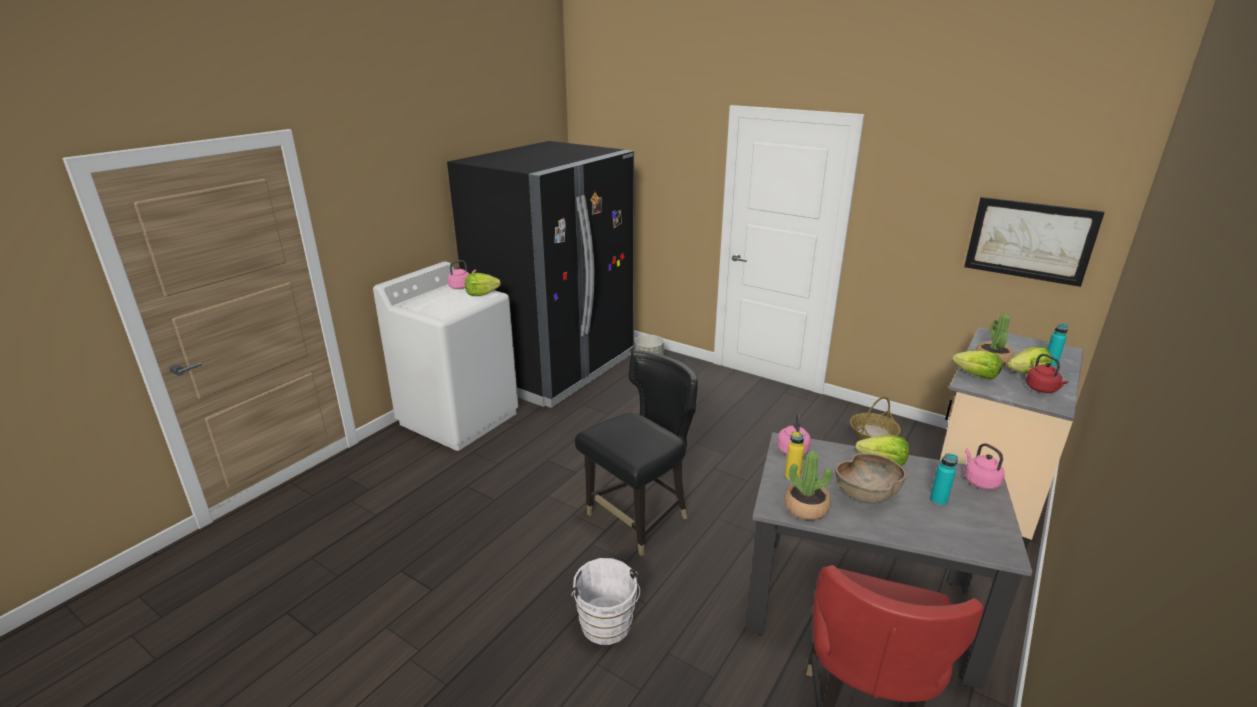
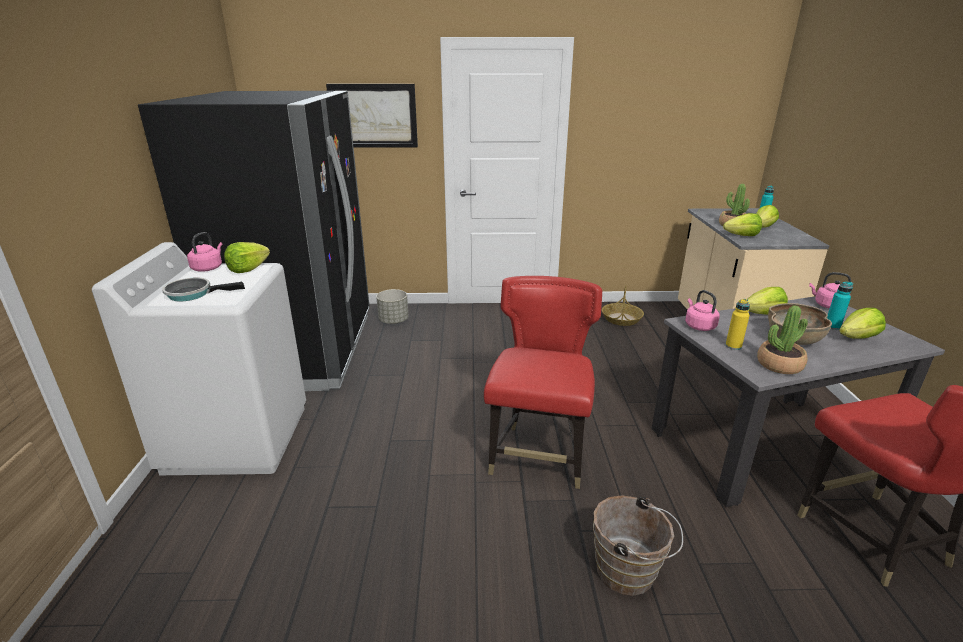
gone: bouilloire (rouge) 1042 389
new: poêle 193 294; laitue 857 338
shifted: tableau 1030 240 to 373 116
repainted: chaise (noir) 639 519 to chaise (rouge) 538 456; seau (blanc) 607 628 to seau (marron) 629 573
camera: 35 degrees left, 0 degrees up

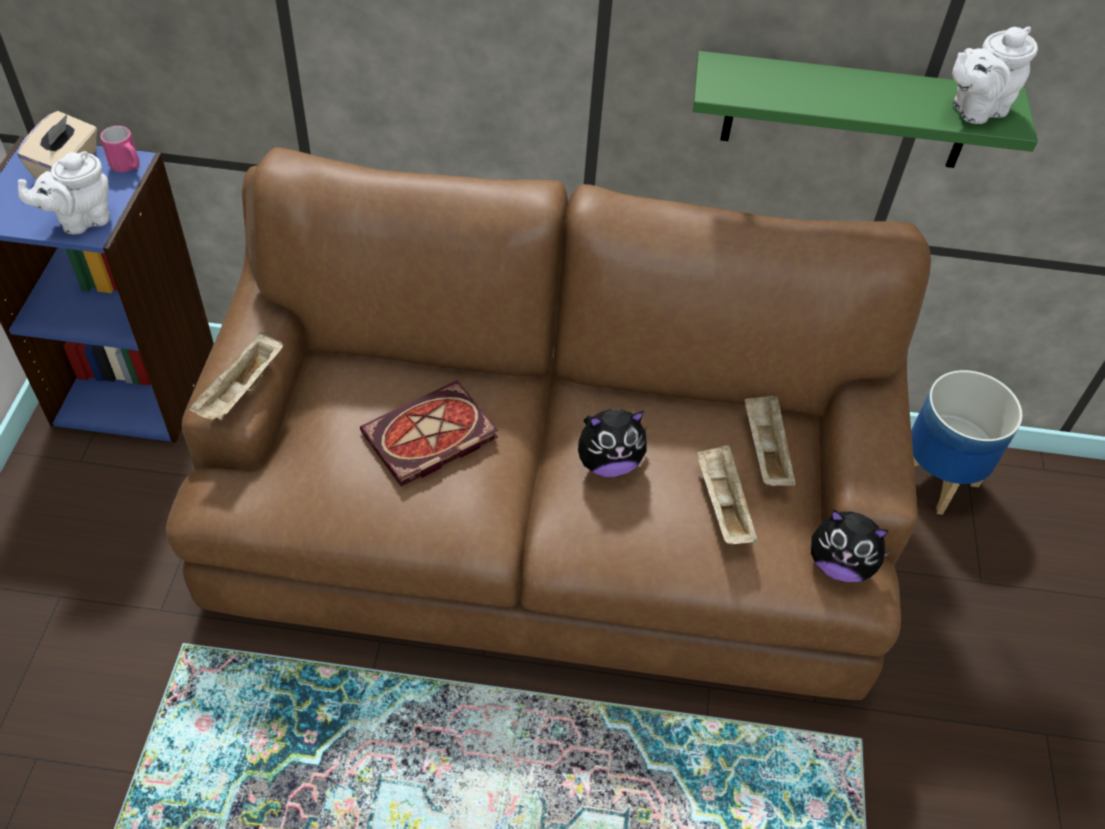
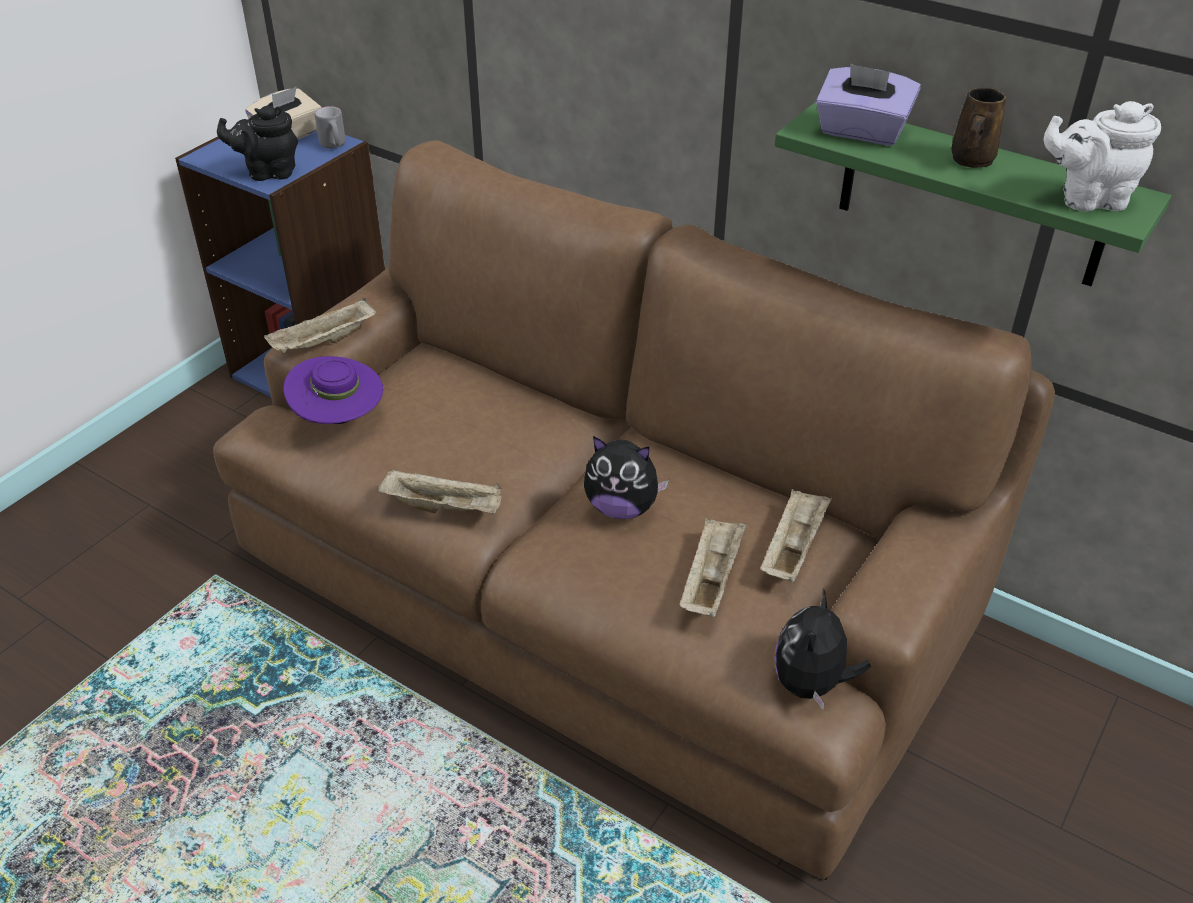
gone: cache-pot 936 478; livre 428 438
new: boîte à mouchoirs (violet) 861 132; mug (marron) 971 161; chapeau (violet) 339 418; plateau (beige) 445 507
repainted: mug (rose) 128 167 to mug (gris) 334 146; théière (blanc) 81 220 to théière (noir) 268 172
rotated: peluche 839 564 = 811 684 60 degrees clockwise
camera: 30 degrees right, 10 degrees down

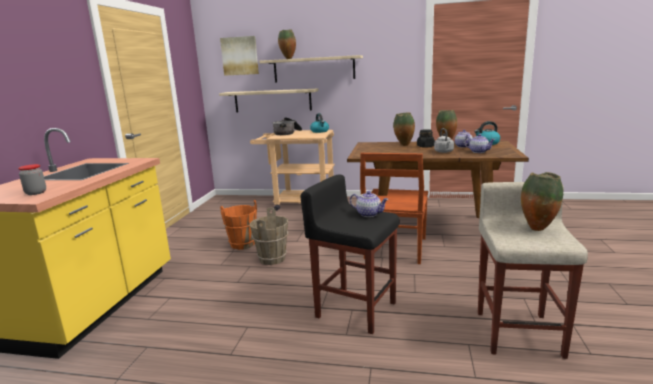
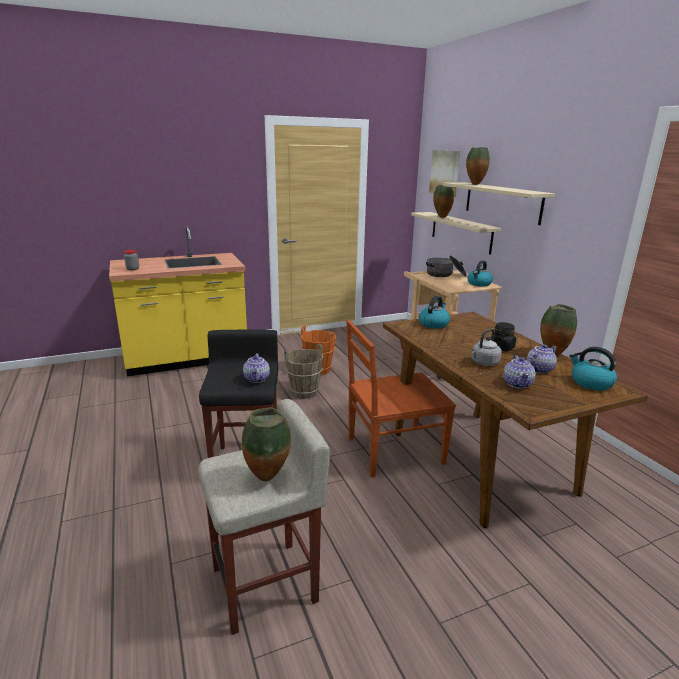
new: bouilloire 433 324
shifted: vase 404 145 to 441 217
camera: 55 degrees right, 5 degrees up

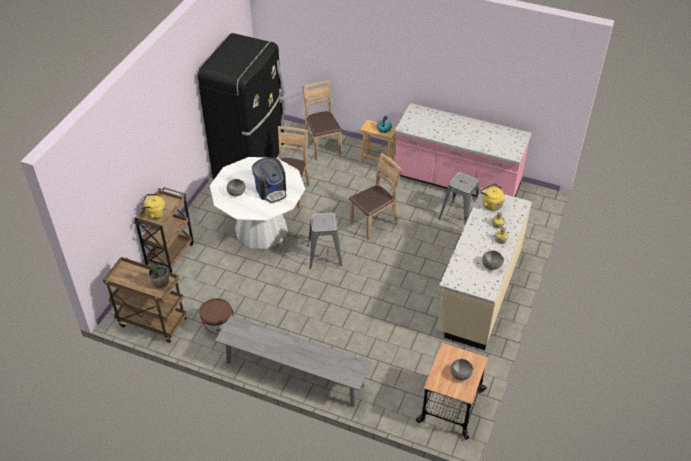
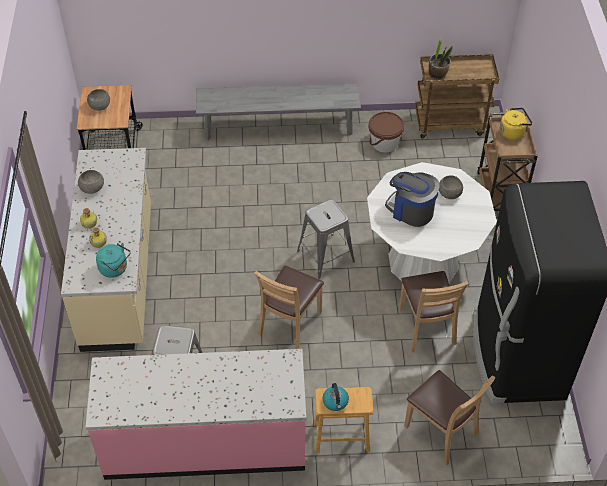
repainted: bouilloire (jaune) 491 204 to bouilloire (turquoise) 115 269
camera: 155 degrees right, 5 degrees up

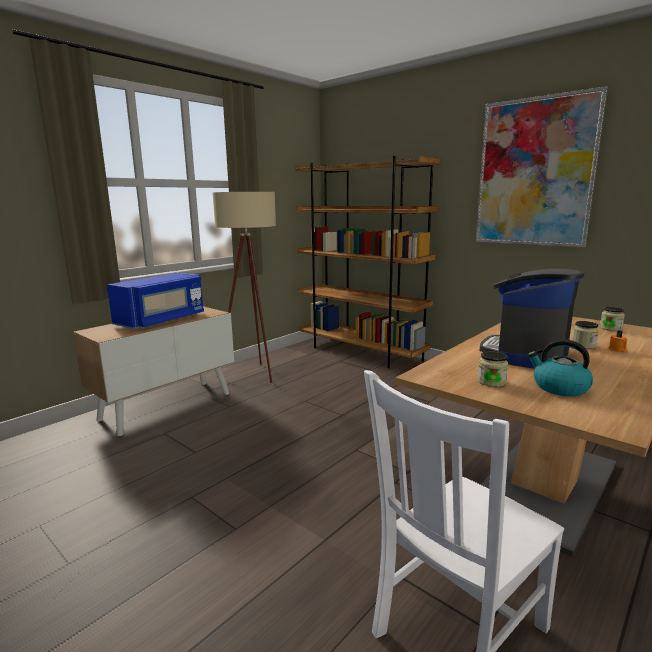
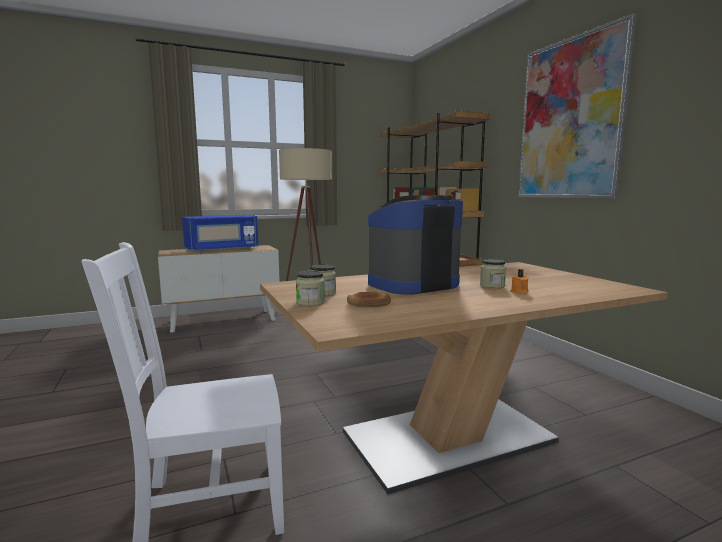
shifted: bocal 610 328 to 310 302
swapped: bouilloire 559 387 to pain 369 303
camera: 25 degrees right, 5 degrees down

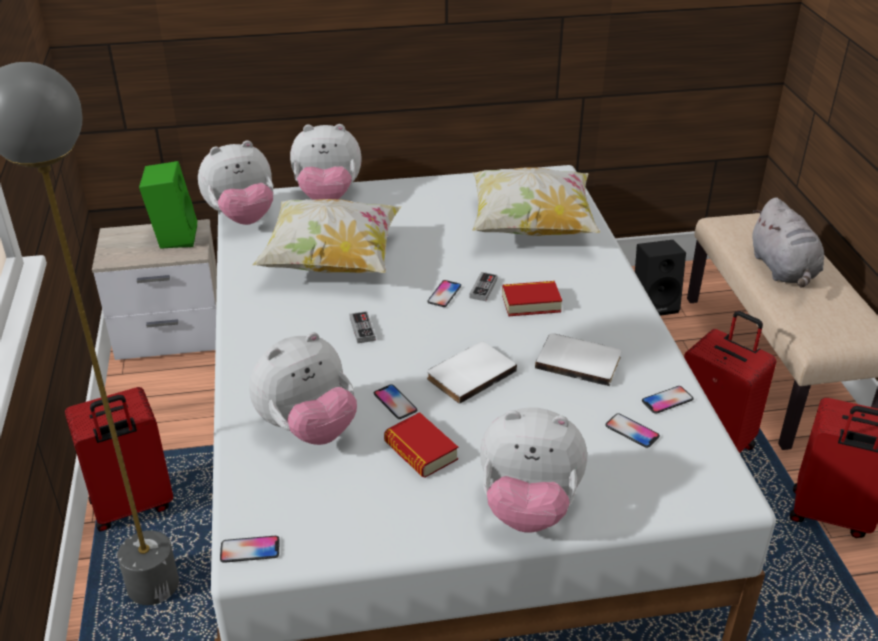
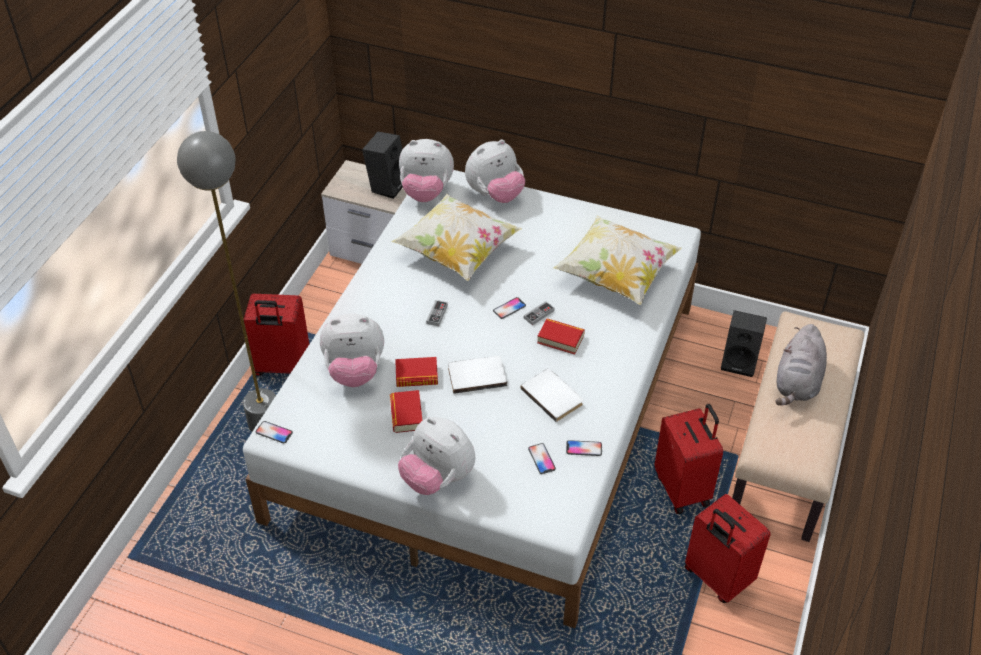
swapped: téléphone 395 402 to livre 416 376
repainted: enceinte (vert) 174 236 to enceinte (noir) 387 185
rotated: peluche 328 197 = 495 195 60 degrees counterclockwise
camera: 30 degrees right, 10 degrees up

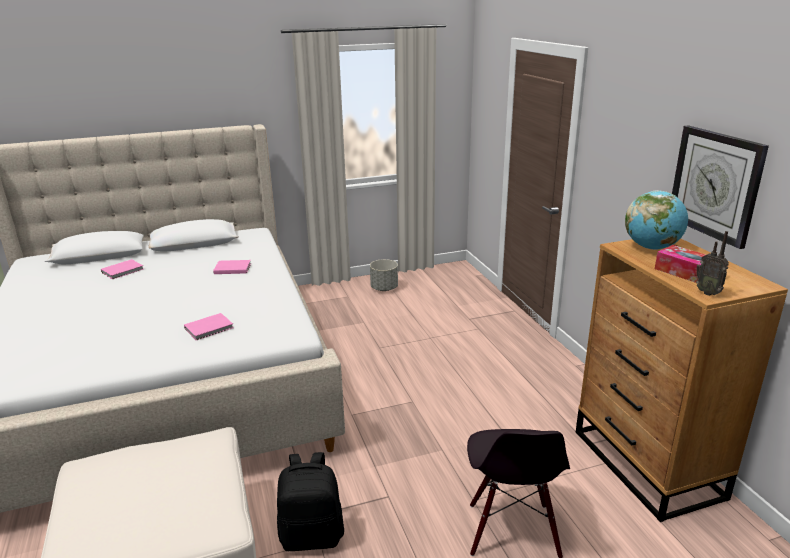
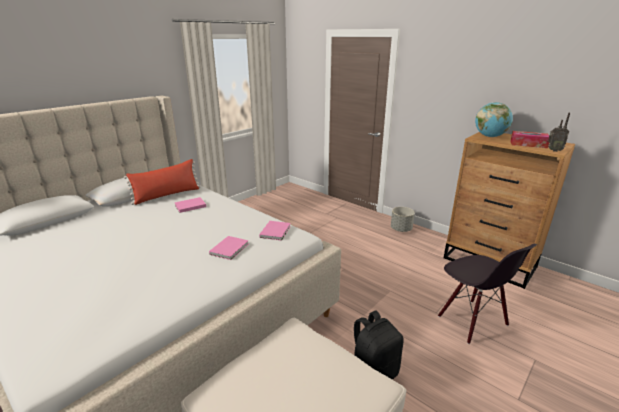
gone: horloge murale 715 184
new: coussin (rouge) 167 195
shifted: livre (rose) 124 270 to 276 231; cache-pot (gris) 384 288 to 401 229
camera: 30 degrees left, 0 degrees up

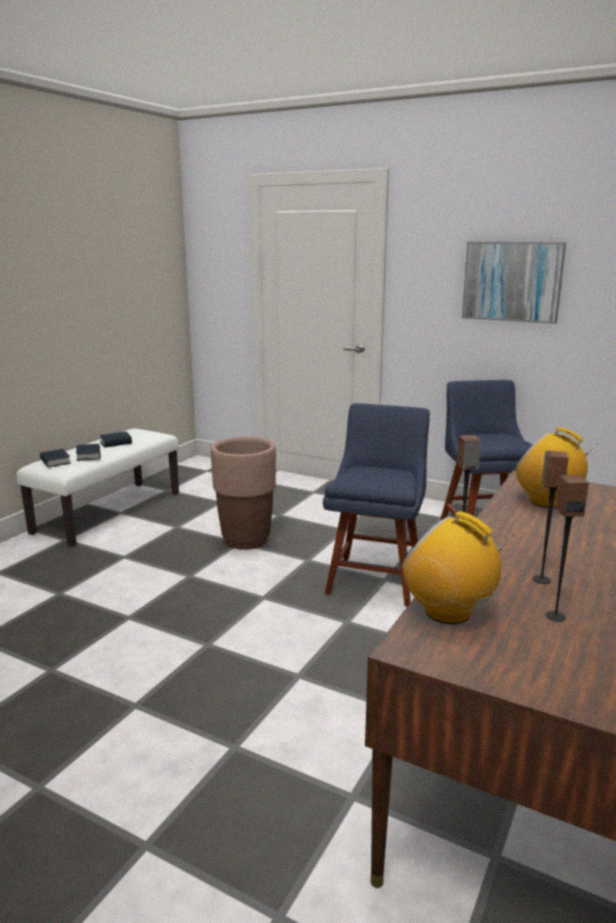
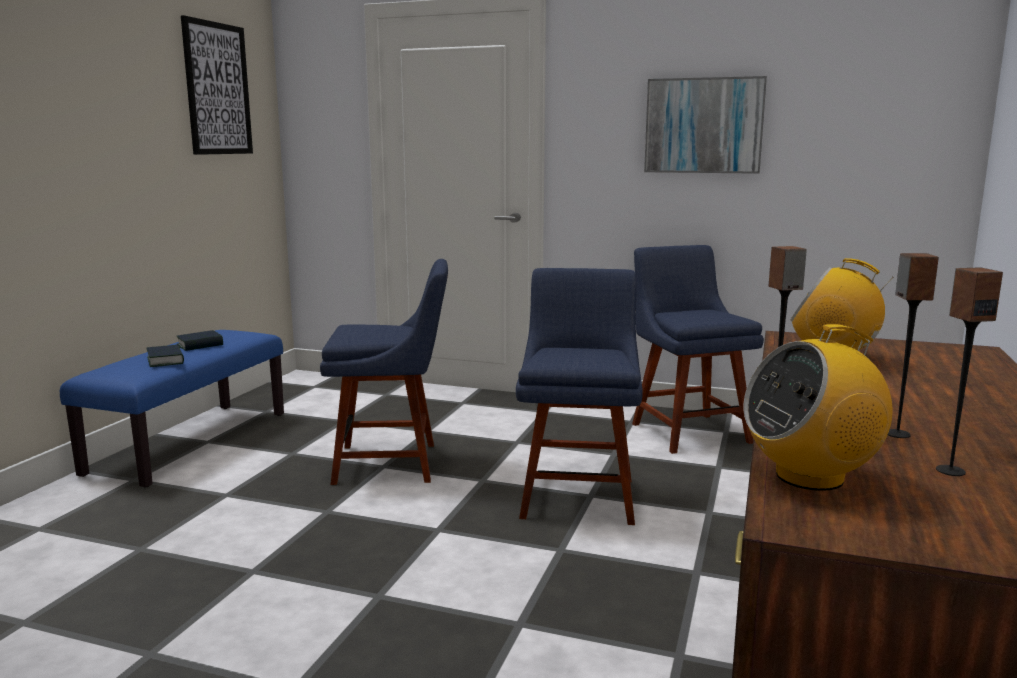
gone: livre 55 462
new: tableau 217 89
swapped: cache-pot (marron) 246 540 to chaise (bleu) 392 463
repainted: banc (blanc) 108 512 to banc (bleu) 190 442
rotated: radio 448 612 = 810 476 45 degrees counterclockwise
camera: 10 degrees left, 5 degrees down

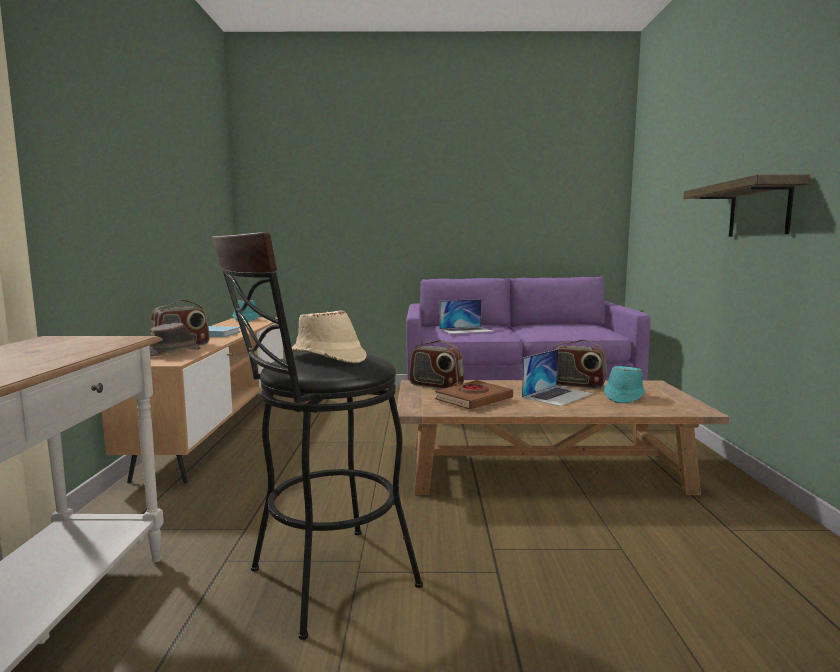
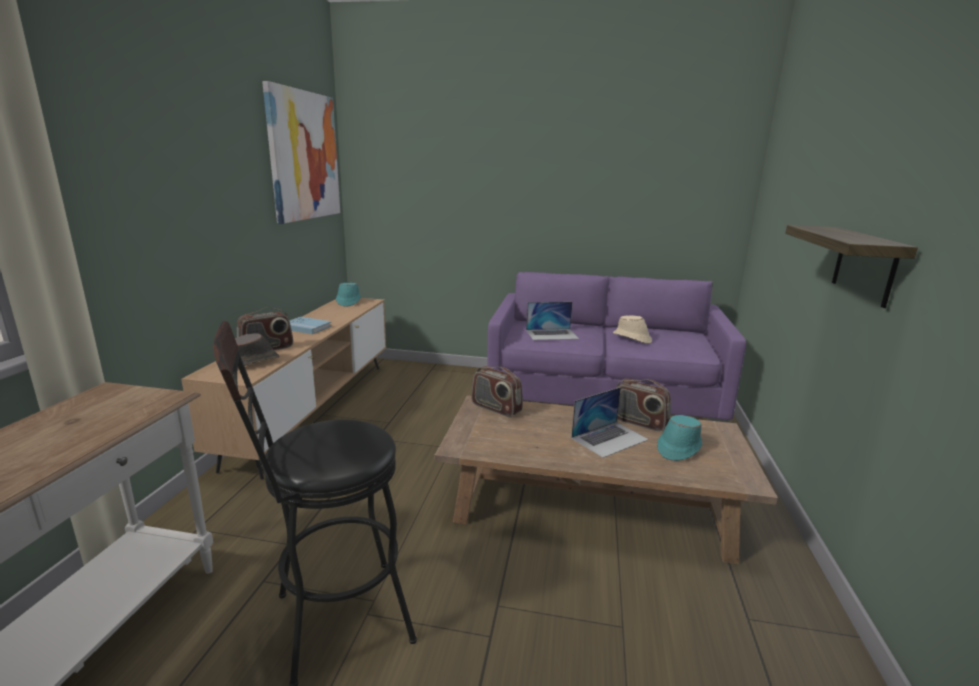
gone: livre (marron) 473 400
new: tableau 304 156
shifted: chapeau (beige) 328 357 to 632 338
camera: 10 degrees right, 10 degrees up

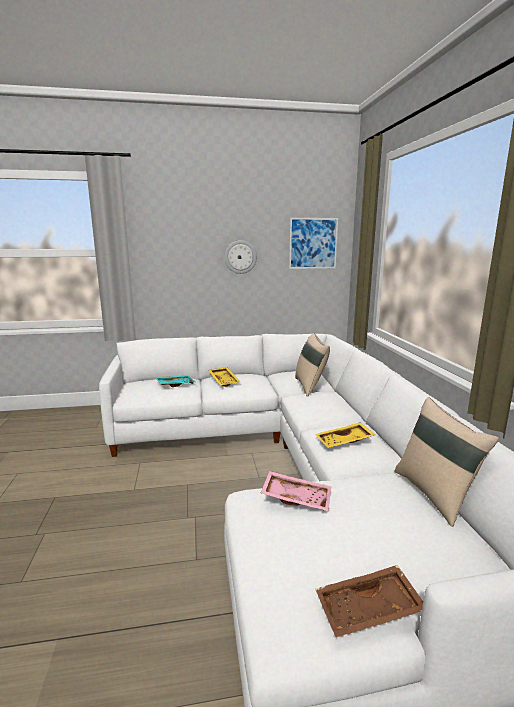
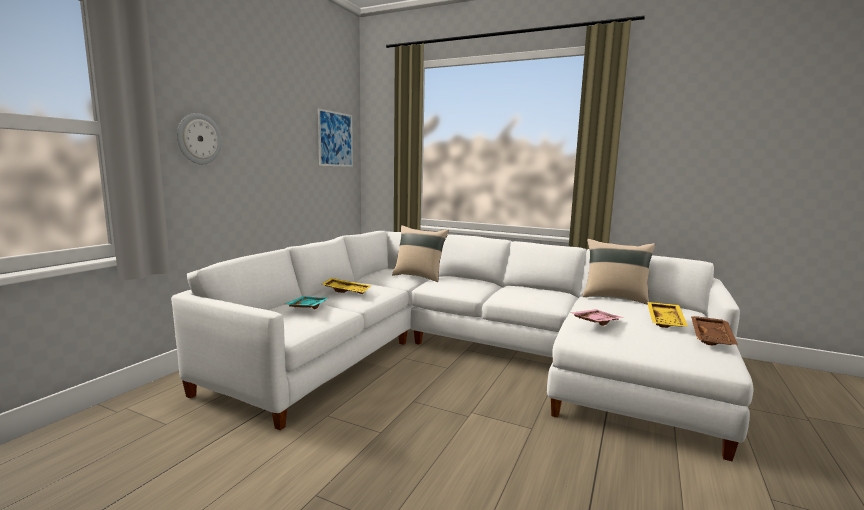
shifted: horloge murale 240 257 to 199 139; plateau (jaune) 344 442 to 666 321
camera: 55 degrees left, 5 degrees down

